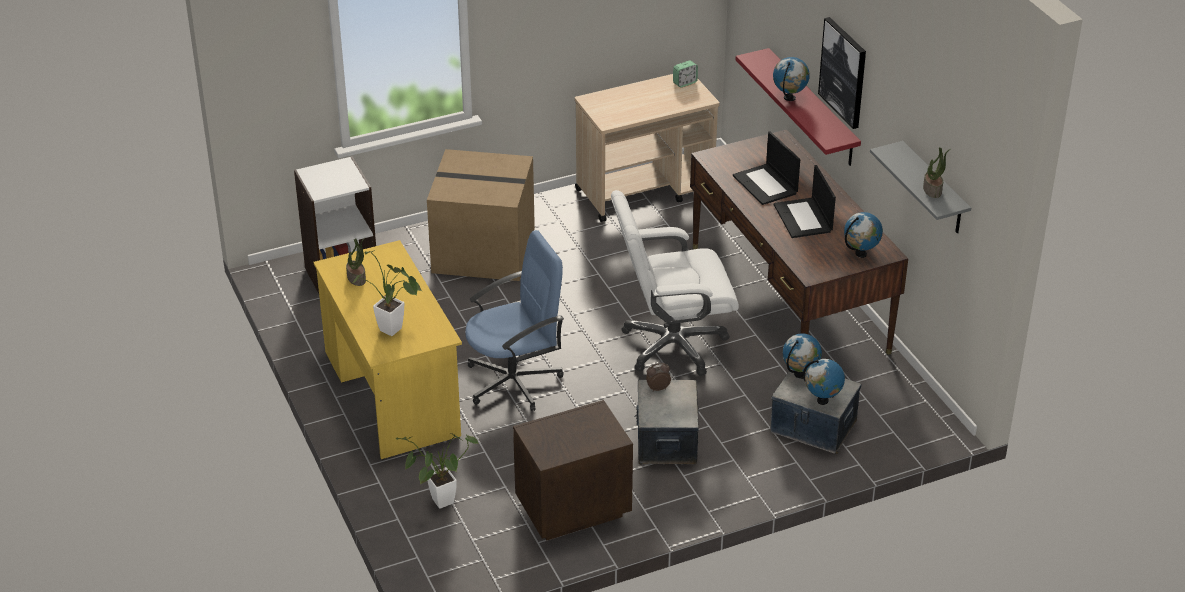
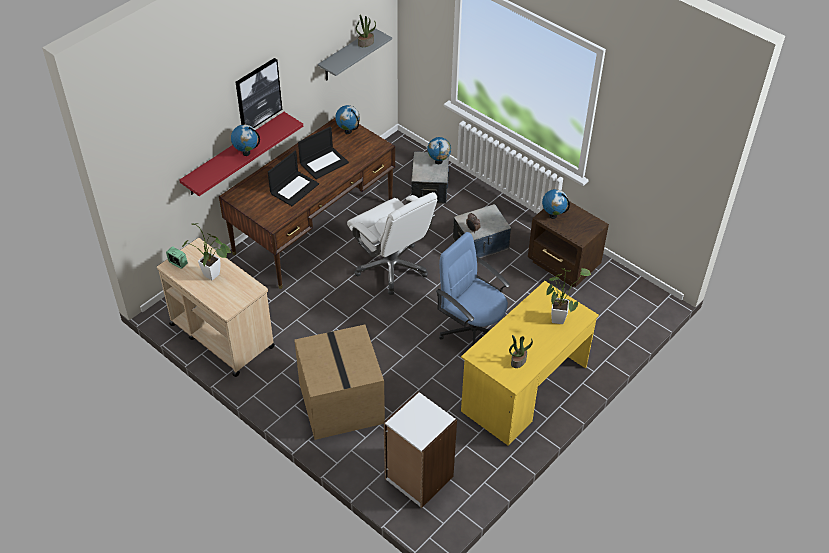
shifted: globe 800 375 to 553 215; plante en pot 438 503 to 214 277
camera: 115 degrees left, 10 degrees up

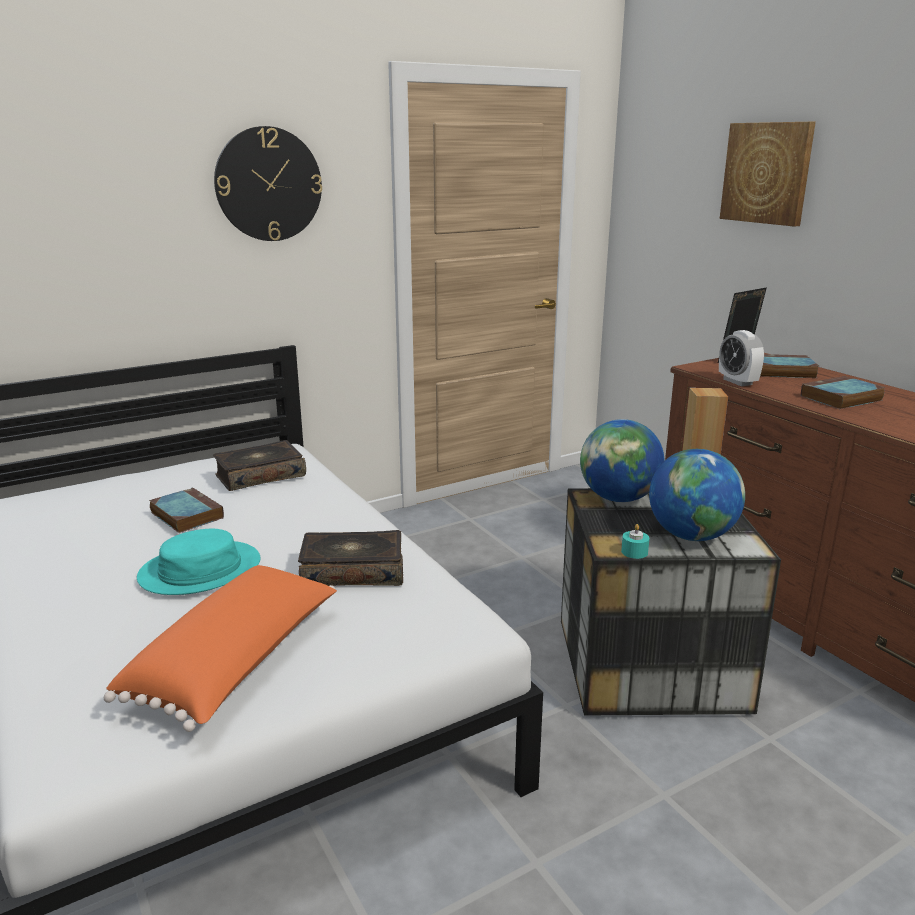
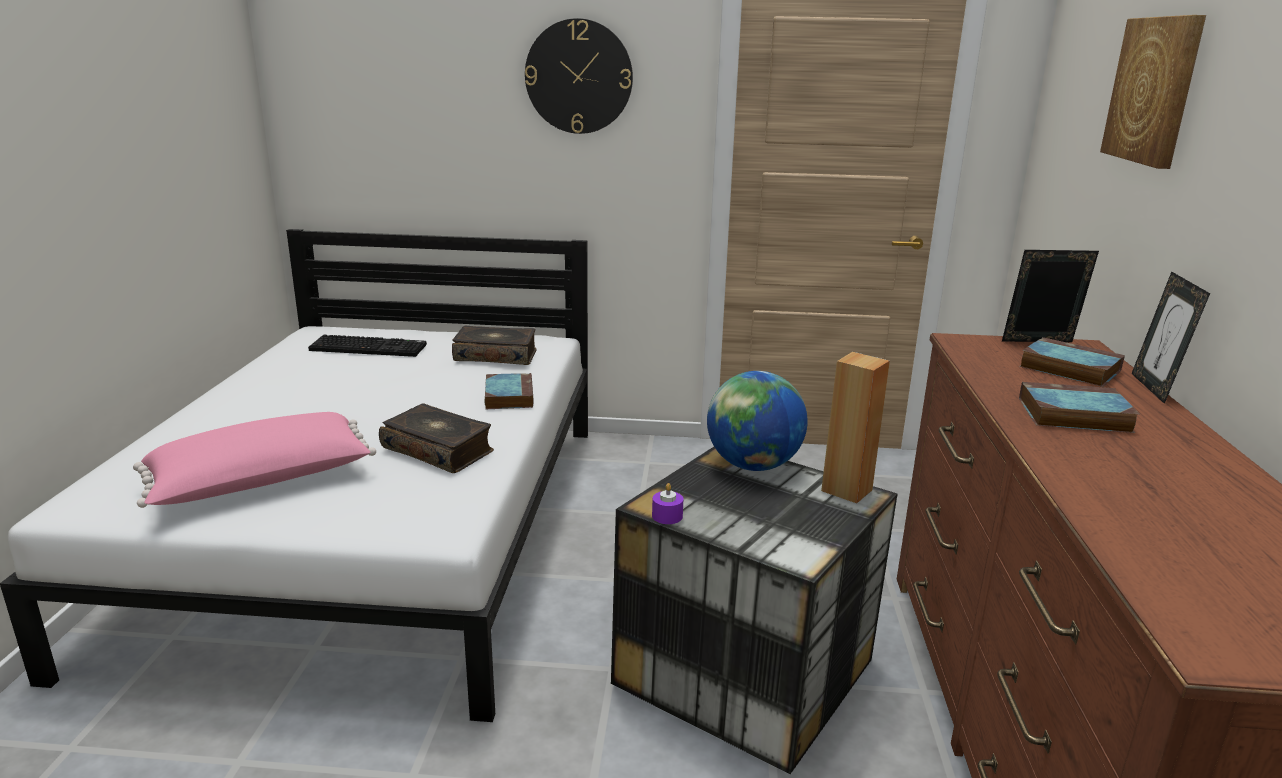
gone: réveil 737 382; globe 691 536; chapeau (turquoise) 200 570
new: cadre photo 1154 388; clavier 370 347
shifted: livre 185 515 to 508 396
repainted: bougie (turquoise) 634 552 to bougie (violet) 667 516; coussin (orange) 238 664 to coussin (rose) 262 484
camera: 35 degrees right, 0 degrees up

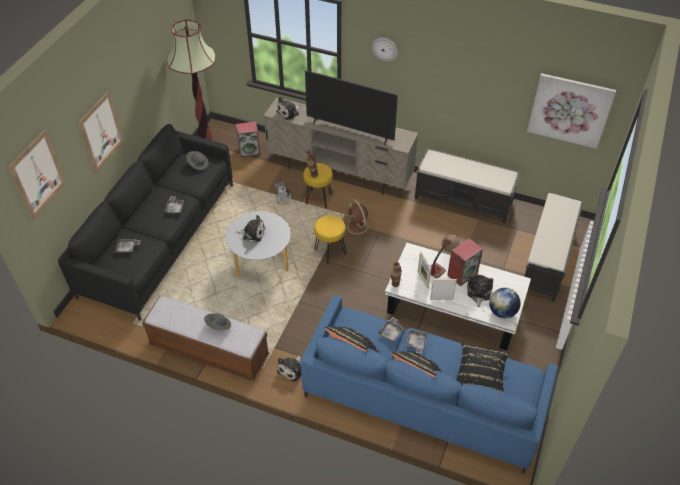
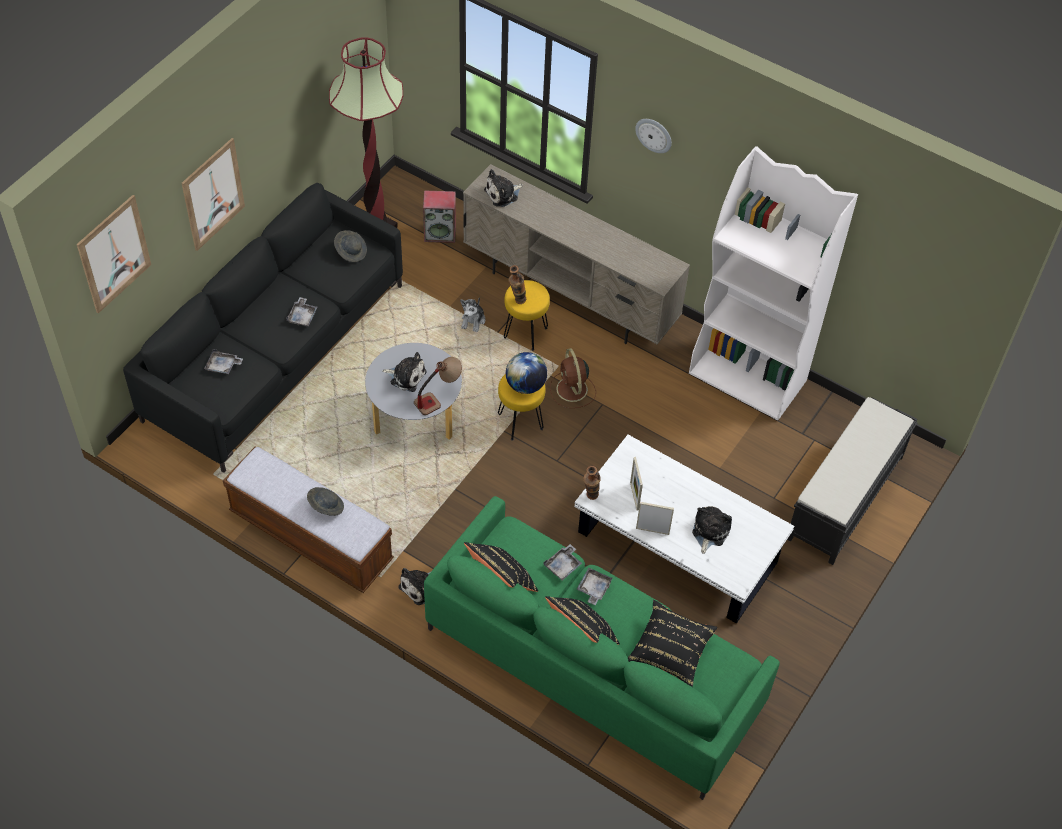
gone: téléviseur 350 131; tableau 569 110; enceinte 462 274
shifted: lampe de table 441 265 to 438 398; globe 502 312 to 525 385
swapped: banc (noir) 464 200 to bibliothèque (blanc) 748 377
repainted: canapé (bleu) 423 398 to canapé (vert) 594 666
camera: 10 degrees right, 5 degrees up

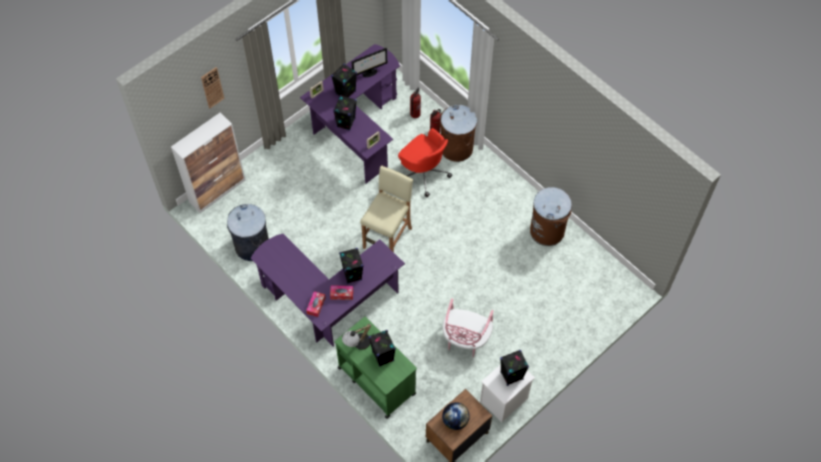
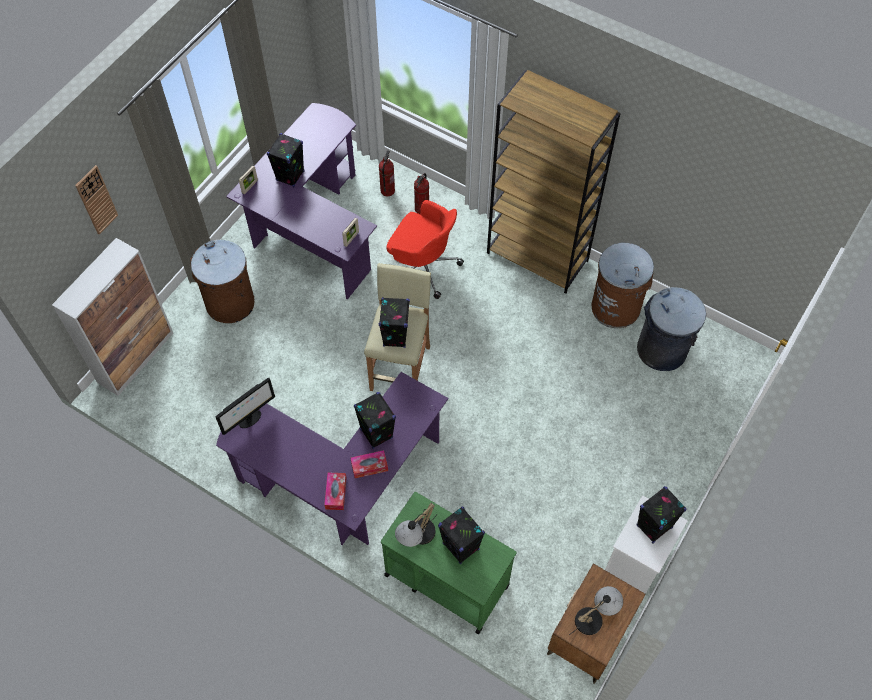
gone: chaise (rose) 465 339
new: bibliothèque (marron) 538 257
shifted: écran d'ordinateur 369 73 to 249 419; enceinte (noir) 346 123 to 395 336; poubelle (marron) 456 148 to 230 303; poubelle (gris) 252 246 to 661 350
swapped: globe 455 420 to lampe de table 594 617
camera: 15 degrees left, 0 degrees up

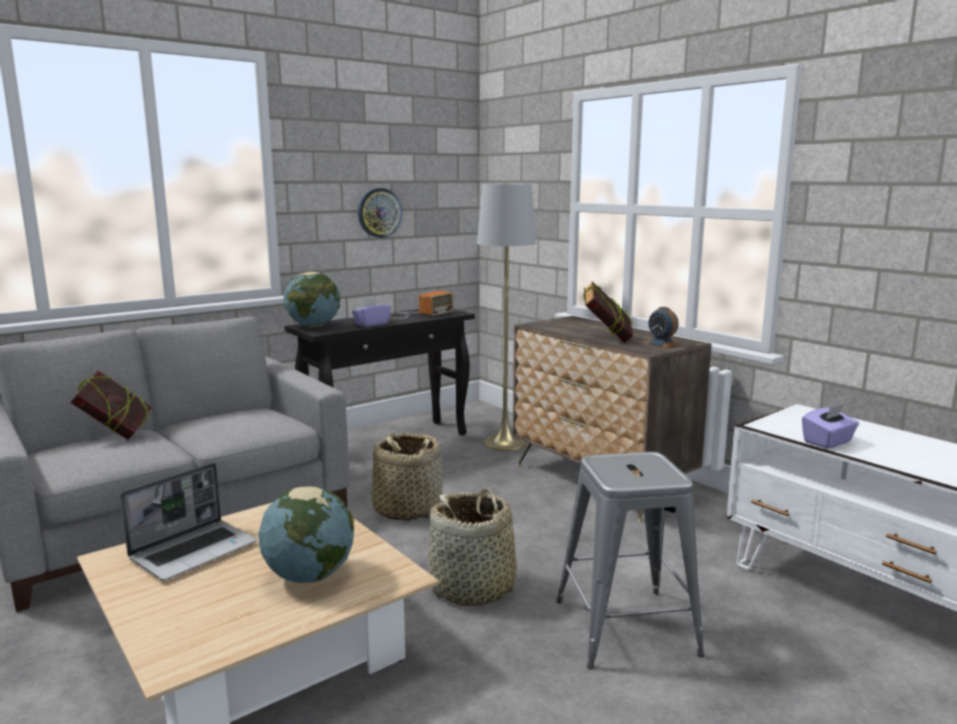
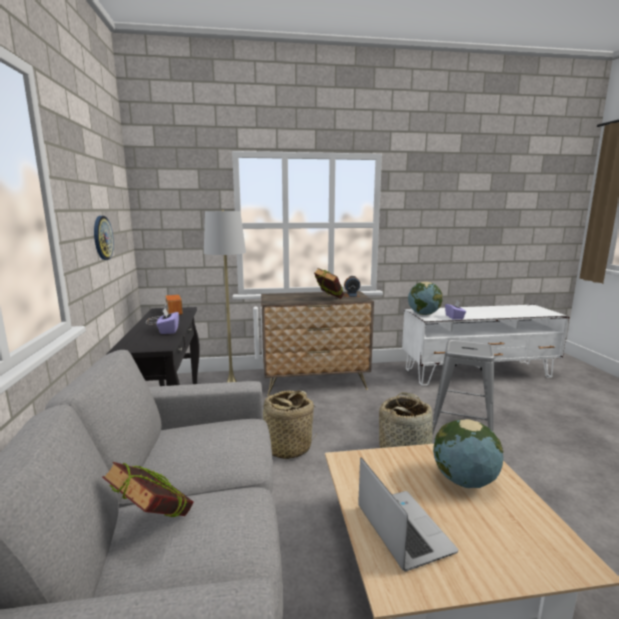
shifted: globe 313 326 to 423 314
camera: 60 degrees left, 0 degrees up

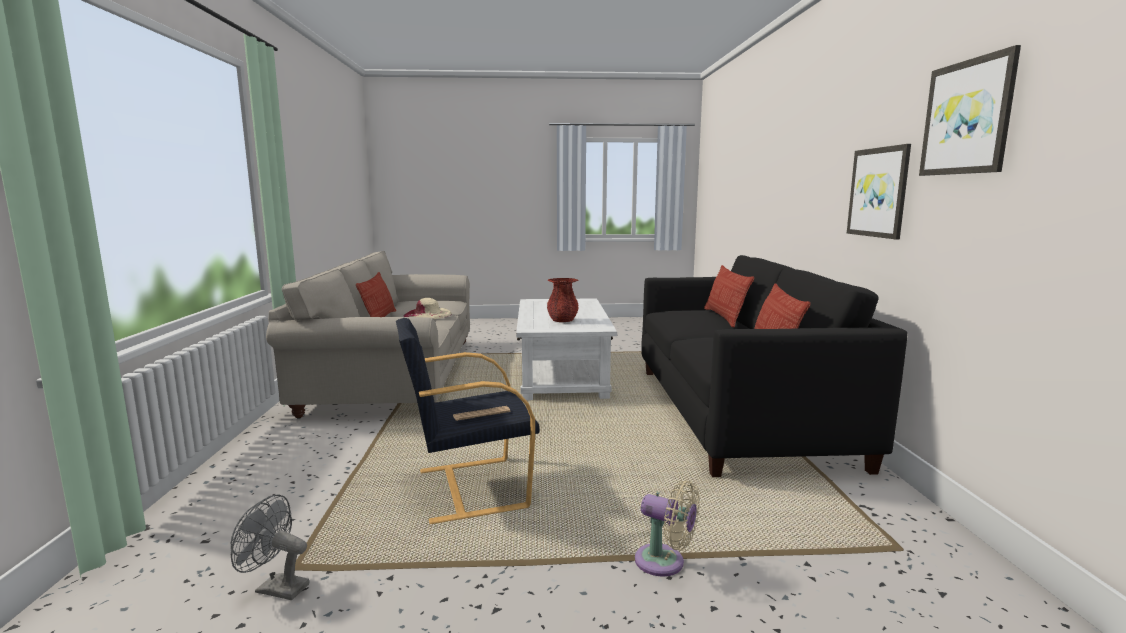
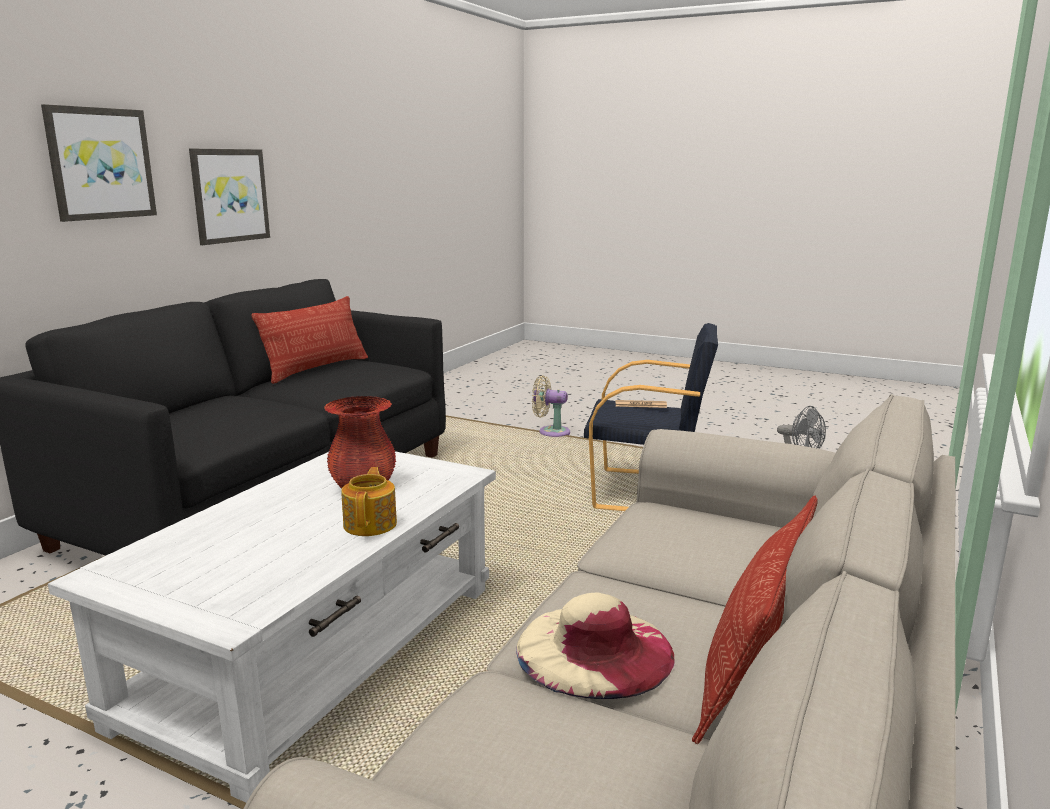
gone: coussin 724 317
new: théière 371 524
shifted: tableau 967 117 to 100 163
rotated: ventilateur (beige) 664 562 = 550 432 45 degrees counterclockwise
camera: 150 degrees left, 5 degrees up

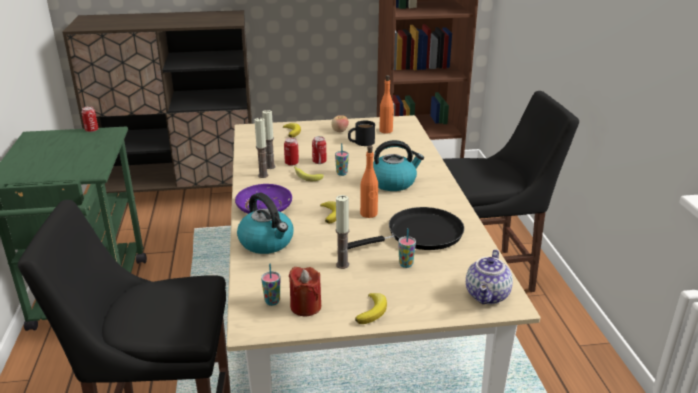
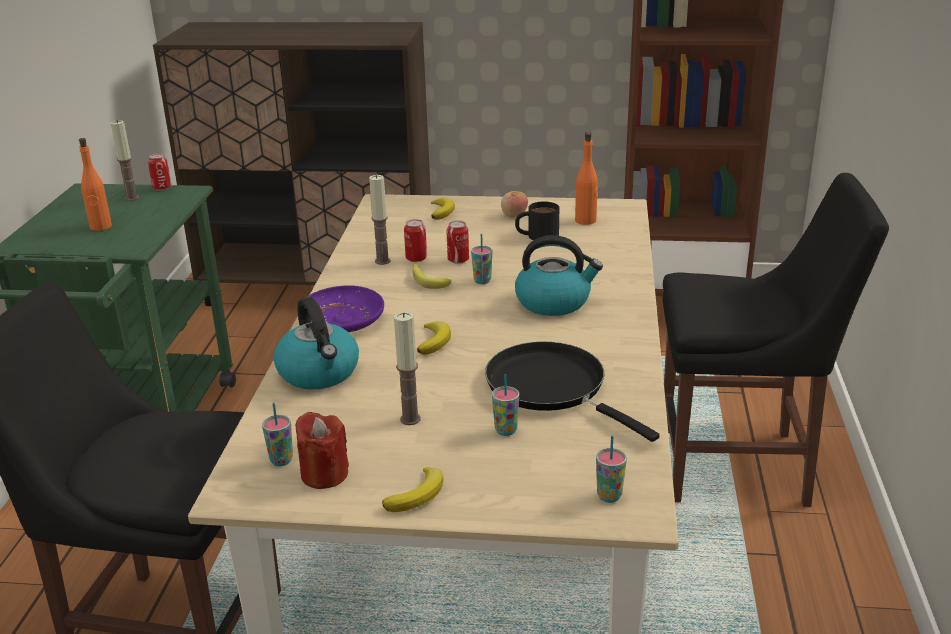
shifted: bougie 263 175 to 132 198; bouteille (orange) 369 214 to 100 227
swapped: théière 488 296 to tasse 609 496
rotated: poêle (noir) 420 235 = 552 387 120 degrees counterclockwise
camera: 15 degrees right, 0 degrees up

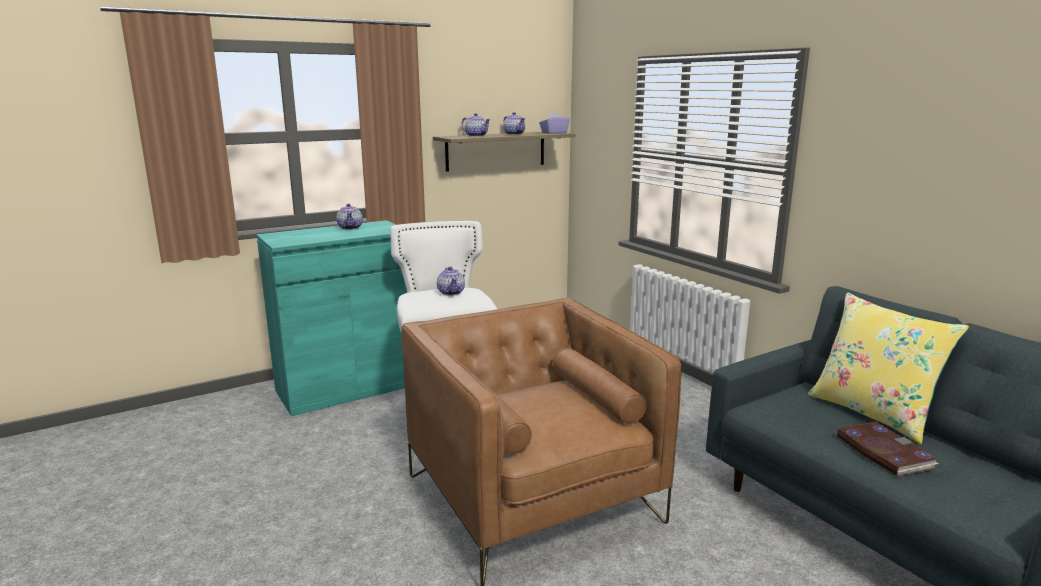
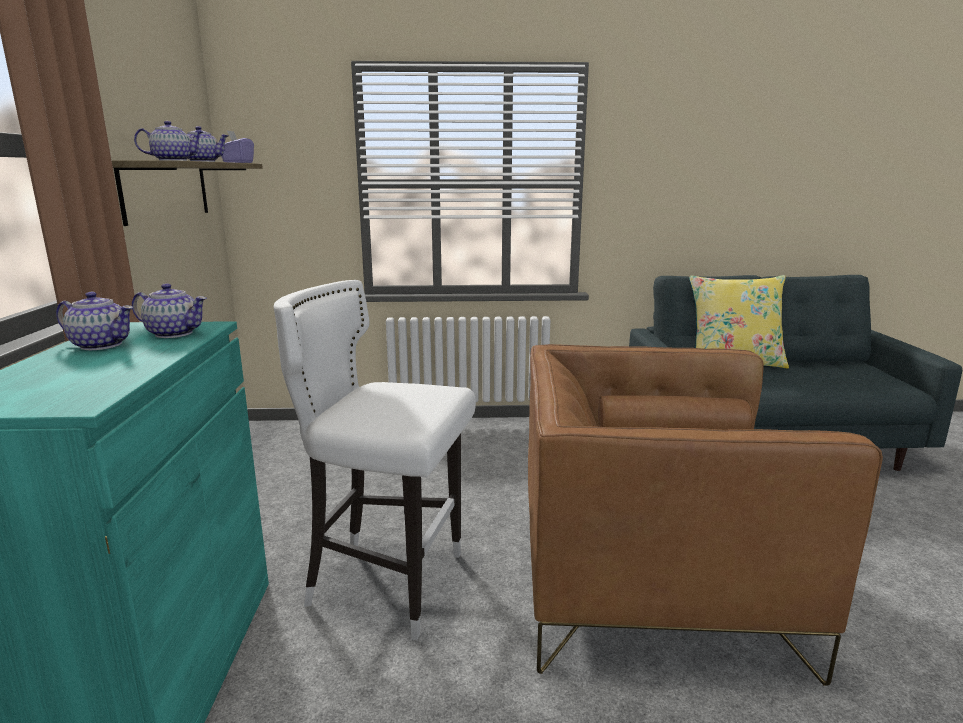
gone: livre 883 452
shifted: théière 451 292 to 173 333
camera: 60 degrees left, 0 degrees up

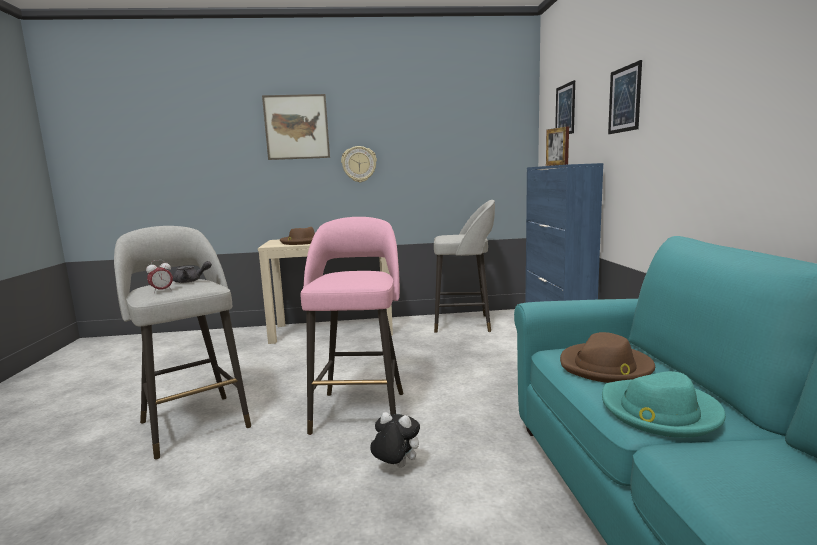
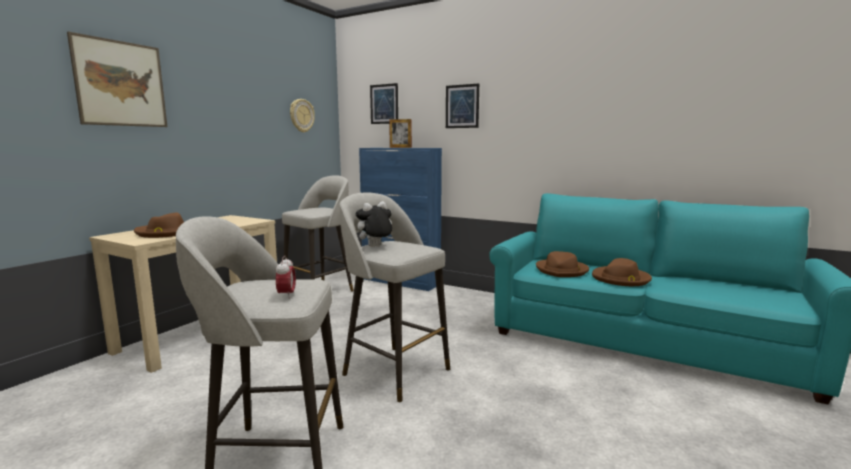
gone: théière (gris) 191 281
shifted: horloge murale 359 164 to 301 115; peluche 395 467 to 374 247
repainted: tabouret (rose) 360 410 to tabouret (gris) 394 371; chapeau (turquoise) 659 412 to chapeau (marron) 621 279
camera: 55 degrees left, 0 degrees up

